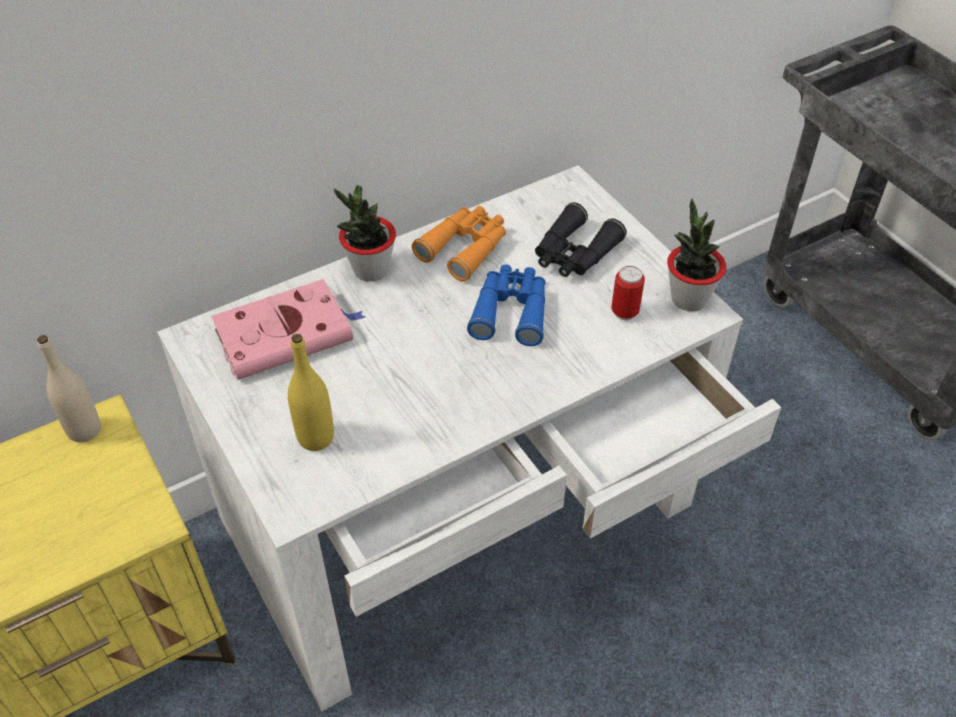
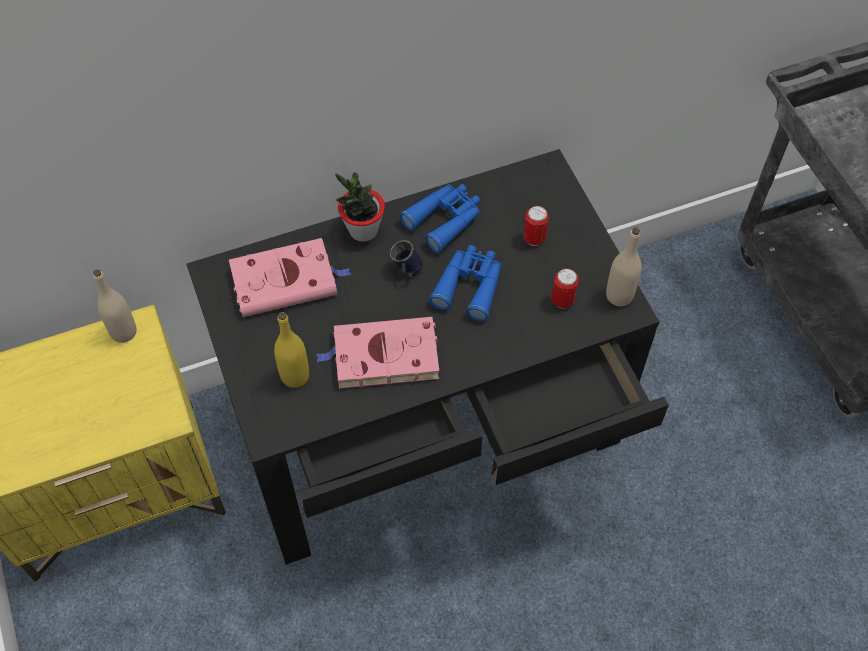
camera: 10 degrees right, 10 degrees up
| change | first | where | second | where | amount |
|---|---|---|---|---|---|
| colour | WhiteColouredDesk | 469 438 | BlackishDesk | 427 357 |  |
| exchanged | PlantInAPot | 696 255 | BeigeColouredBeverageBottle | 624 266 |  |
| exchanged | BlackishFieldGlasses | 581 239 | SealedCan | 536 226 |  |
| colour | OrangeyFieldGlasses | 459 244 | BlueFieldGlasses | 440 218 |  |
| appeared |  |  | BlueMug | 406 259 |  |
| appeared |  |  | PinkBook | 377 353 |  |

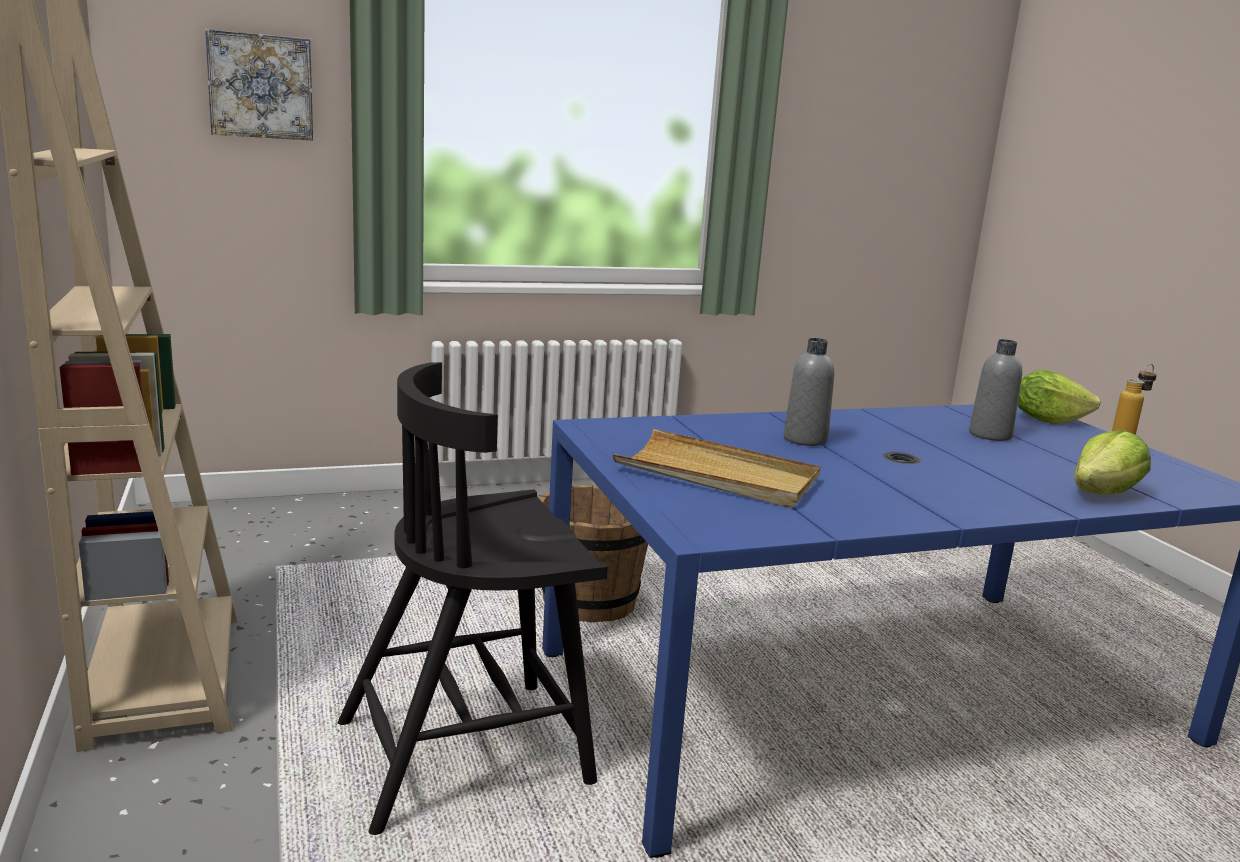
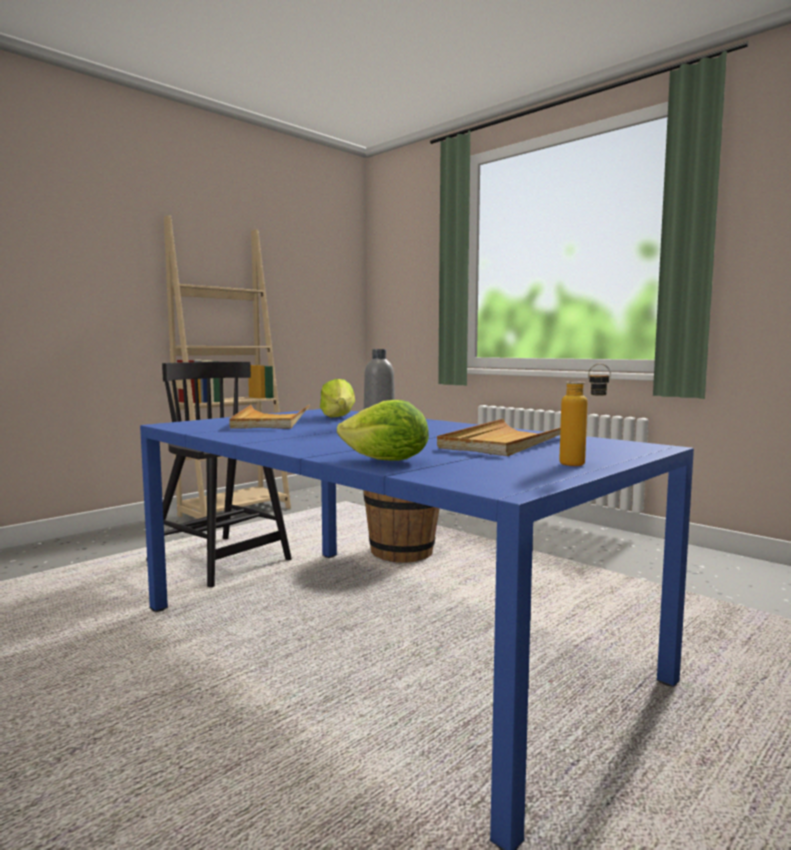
camera: 65 degrees right, 10 degrees down
| change | first | where | second | where | amount |
|---|---|---|---|---|---|
| missing | Picture | 259 84 |  |  |  |
| exchanged | GreyBeverageBottle | 995 390 | BeigeColouredTray | 499 437 |  |
| relocated | LettuceHead | 1059 397 |  | 337 398 |  |

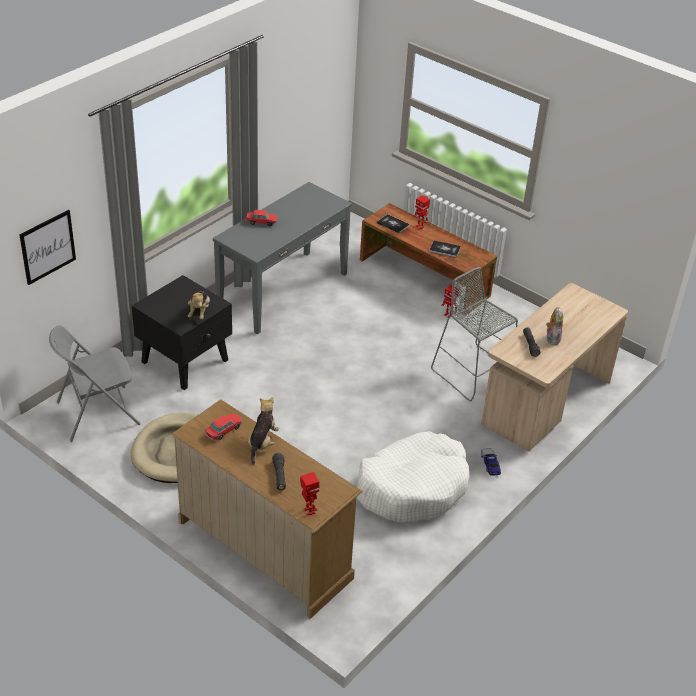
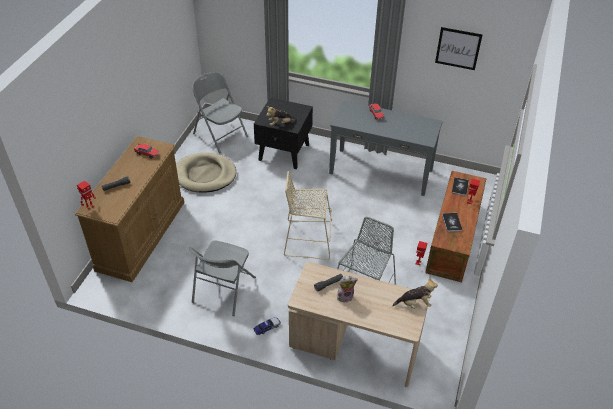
camera: 70 degrees right, 5 degrees up
| change | first | where | second | where | amount |
|---|---|---|---|---|---|
| relocated | Picture | 47 247 |  | 459 48 |  |
| relocated | CuddlyToy | 263 431 |  | 415 293 |  |
| exchanged | WhiteColouredDogBed | 413 477 | GreyUprightChair | 222 278 |  |
| appeared |  |  | BeigeColouredStool | 308 215 |  |

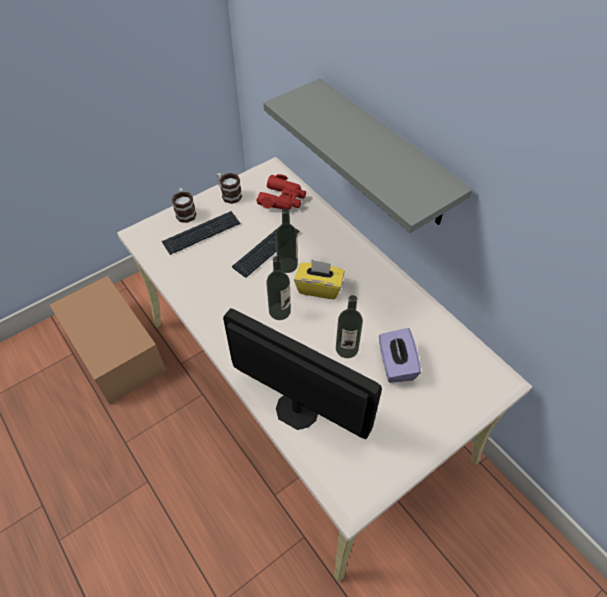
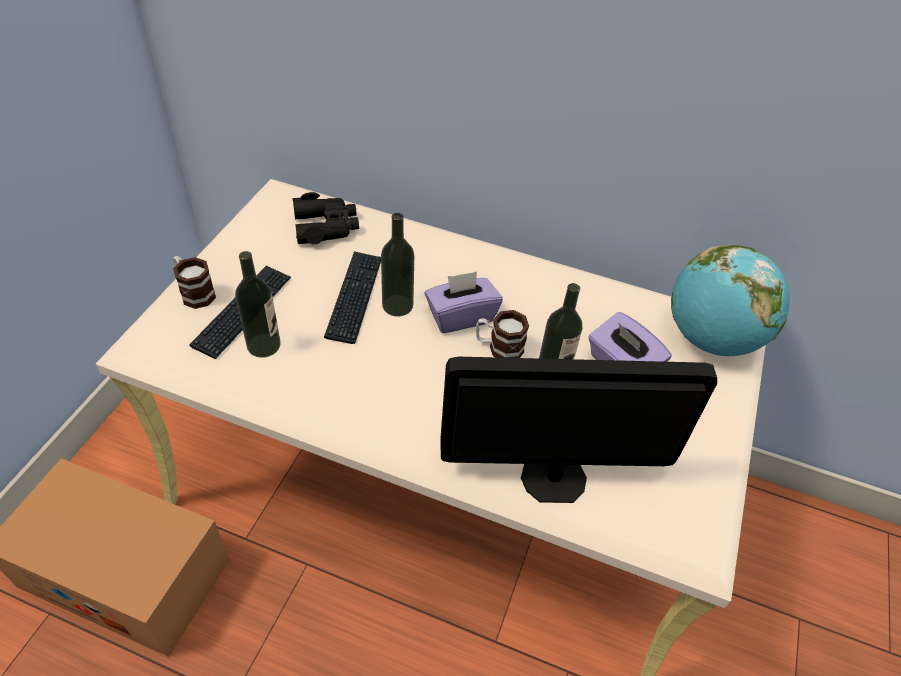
camera: 35 degrees left, 5 degrees down
| change | first | where | second | where | amount |
|---|---|---|---|---|---|
| missing | GreyWallShelf | 368 155 |  |  |  |
| relocated | Mug | 229 188 |  | 502 334 |  |
| colour | ReddishFieldGlasses | 281 192 | BlackishFieldGlasses | 325 218 |  |
| relocated | BeverageBottle | 278 288 |  | 257 304 |  |
| colour | YellowTissueBox | 319 279 | PurpleTissueBox | 463 302 |  |
| appeared |  |  | DeskGlobe | 730 300 |  |

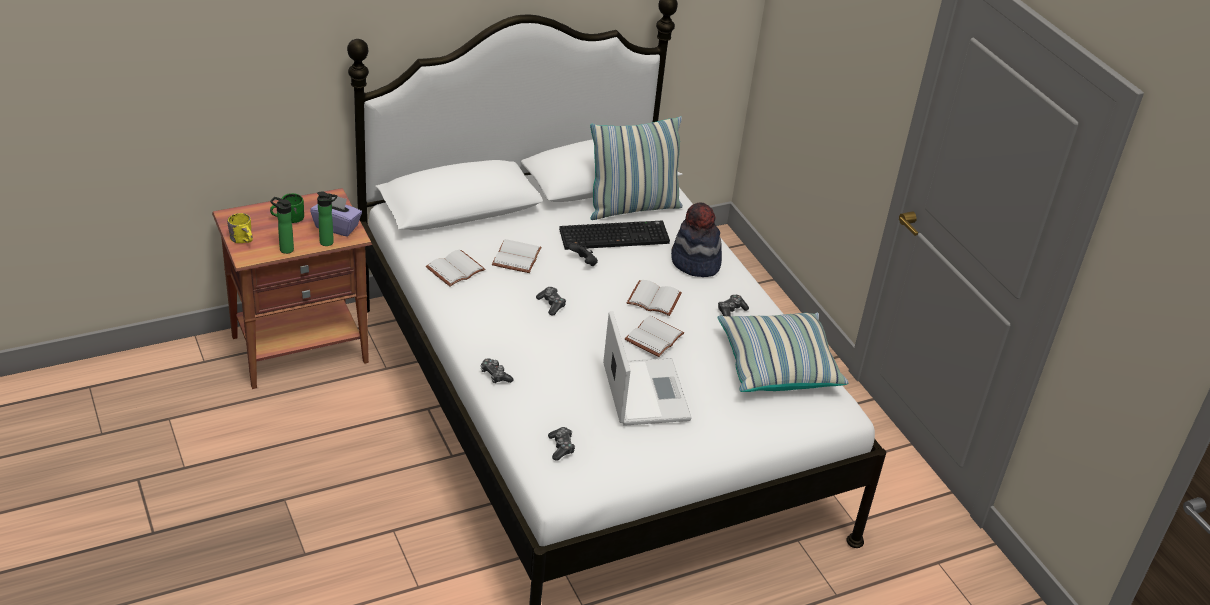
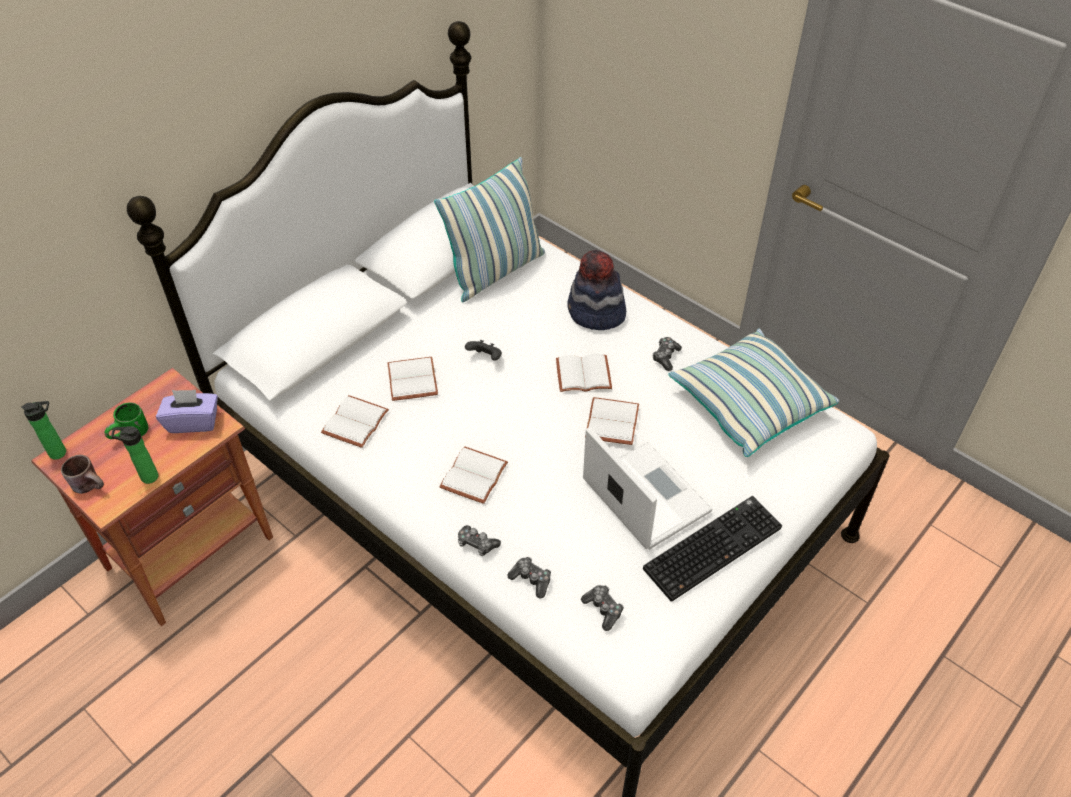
camera: 20 degrees left, 10 degrees up
| change | first | where | second | where | amount |
|---|---|---|---|---|---|
| relocated | BeverageBottle | 327 218 |  | 43 430 |  |
| colour | YellowMug | 240 228 | BrownMug | 82 474 |  |
| relocated | PcKeyboard | 614 235 |  | 712 549 |  |
| relocated | GameController | 551 301 |  | 529 578 |  |
| appeared |  |  | WhiteColouredBook | 473 475 |  |

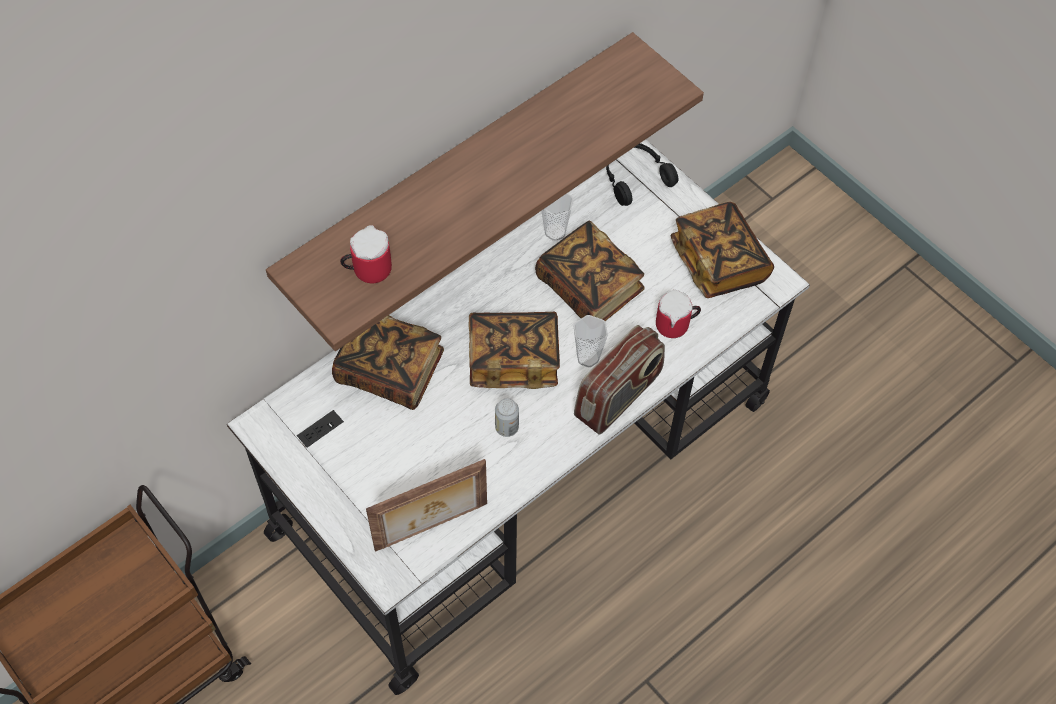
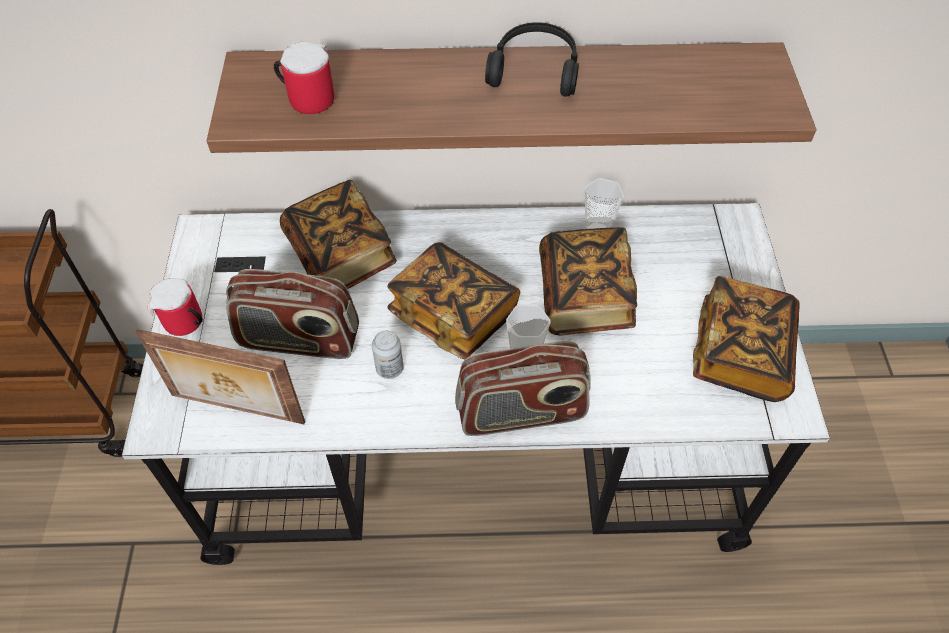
camera: 40 degrees right, 5 degrees down
| change | first | where | second | where | amount |
|---|---|---|---|---|---|
| relocated | BlackishHeadset | 642 174 |  | 532 59 |  |
| relocated | Mug | 678 314 |  | 175 307 |  |
| appeared |  |  | RadioSet | 292 314 |  |

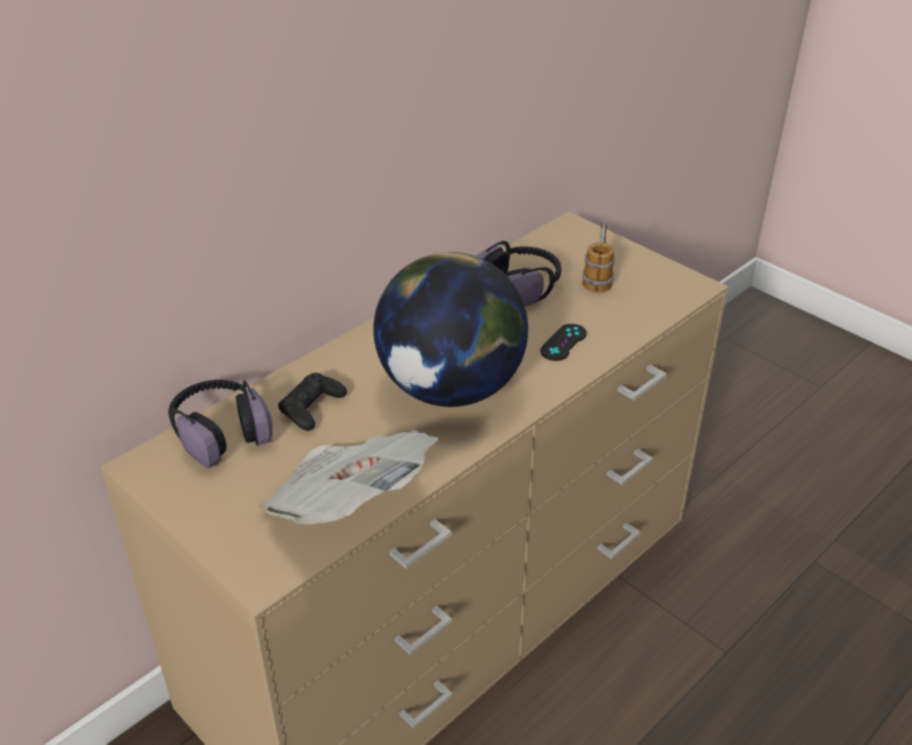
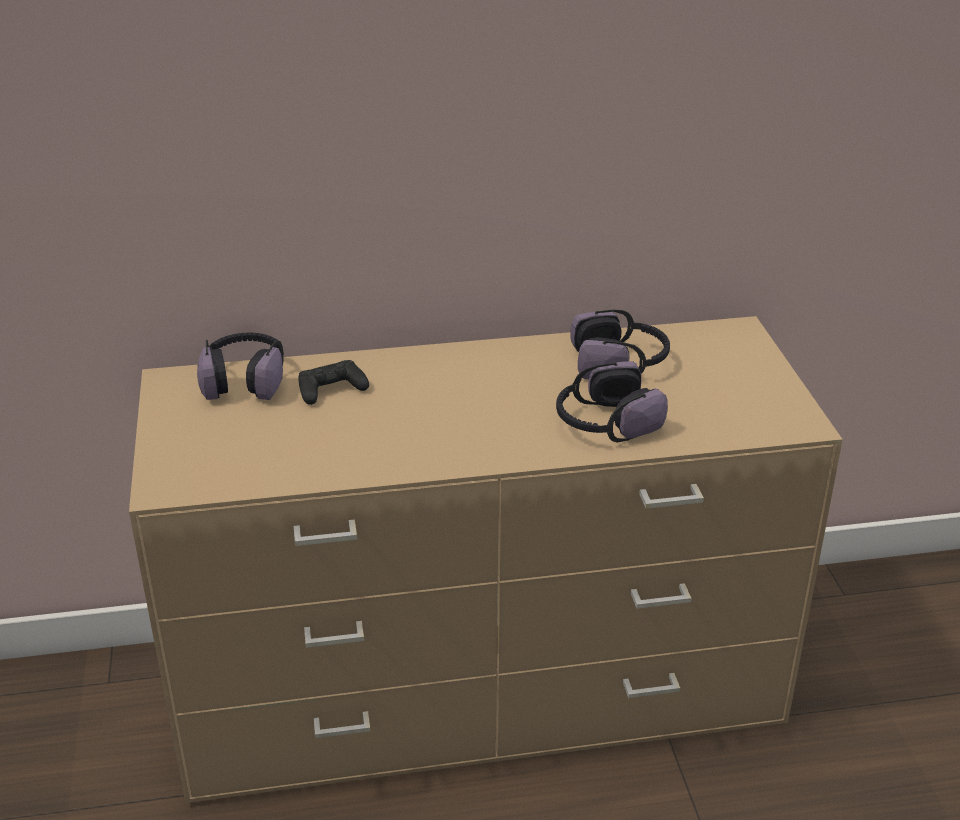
camera: 35 degrees right, 5 degrees down
| change | first | where | second | where | amount |
|---|---|---|---|---|---|
| missing | Mug | 598 257 |  |  |  |
| missing | DeskGlobe | 450 329 |  |  |  |
| exchanged | BlackishGameController | 563 342 | Headset | 612 402 |  |
| missing | PrintedPaper | 347 477 |  |  |  |

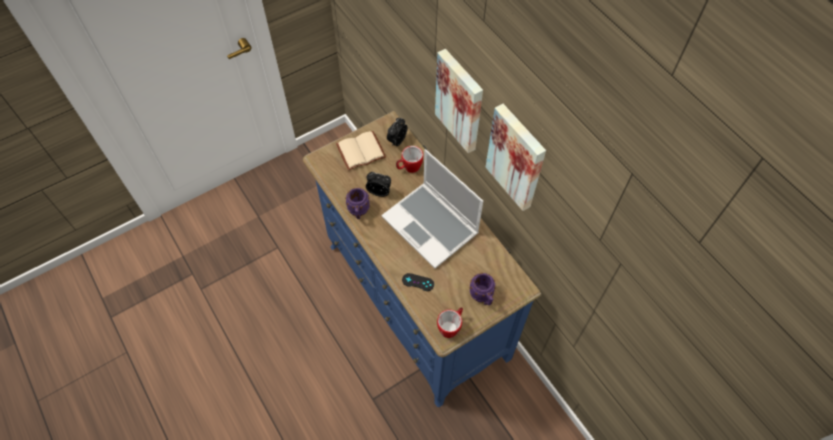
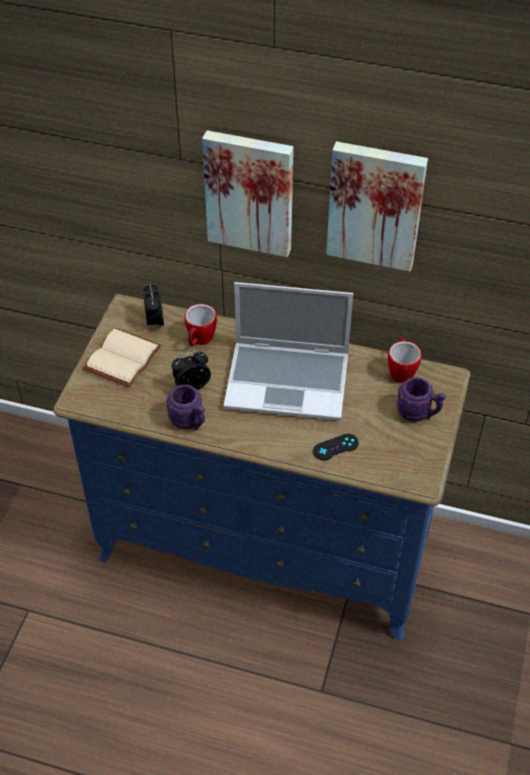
camera: 40 degrees left, 10 degrees down
| change | first | where | second | where | amount |
|---|---|---|---|---|---|
| relocated | Mug | 450 323 |  | 405 359 |  |

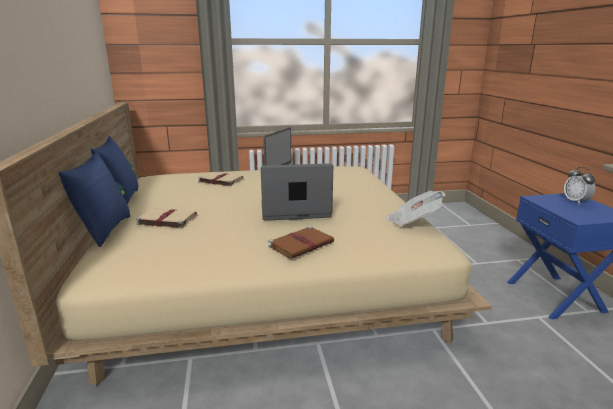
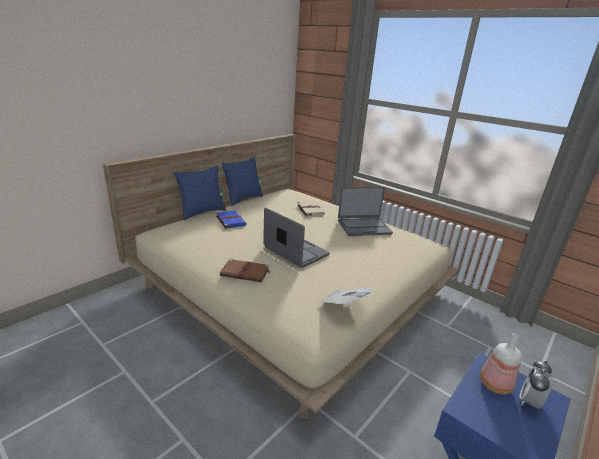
camera: 50 degrees right, 5 degrees up
| change | first | where | second | where | amount |
|---|---|---|---|---|---|
| colour | BeigeColouredBook | 166 218 | BlueBook | 231 219 |  |
| appeared |  |  | BeverageBottle | 501 364 |  |

